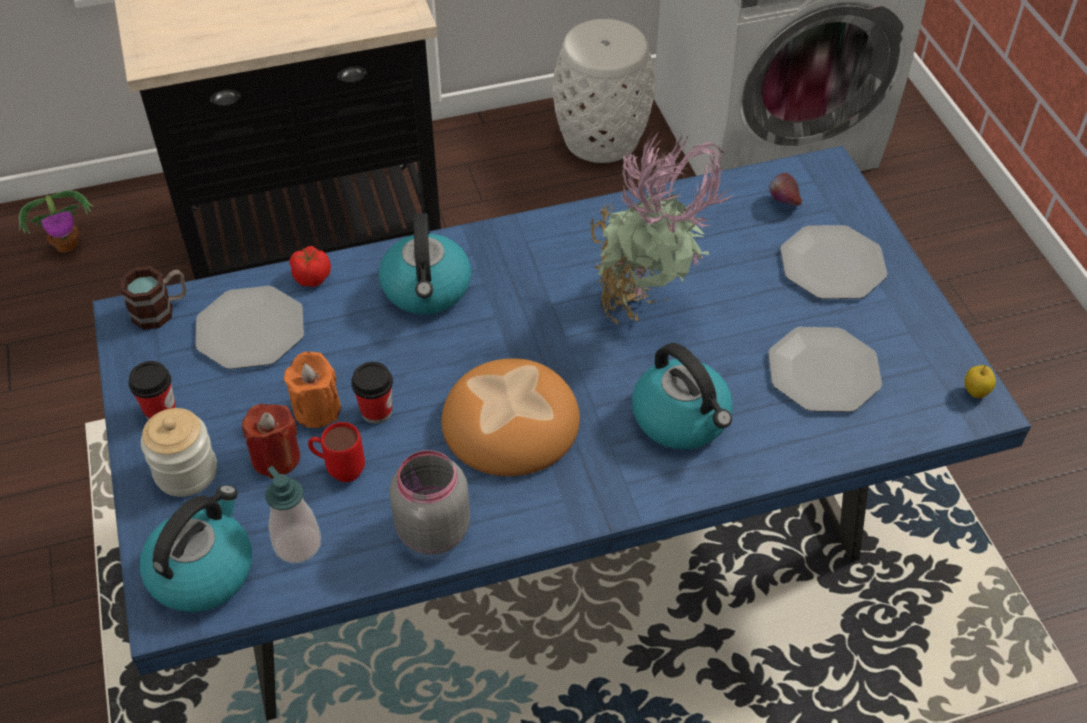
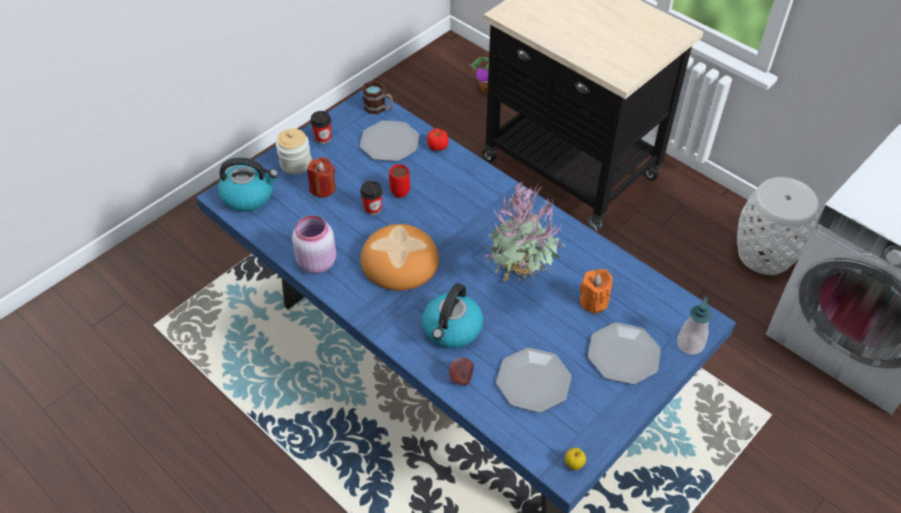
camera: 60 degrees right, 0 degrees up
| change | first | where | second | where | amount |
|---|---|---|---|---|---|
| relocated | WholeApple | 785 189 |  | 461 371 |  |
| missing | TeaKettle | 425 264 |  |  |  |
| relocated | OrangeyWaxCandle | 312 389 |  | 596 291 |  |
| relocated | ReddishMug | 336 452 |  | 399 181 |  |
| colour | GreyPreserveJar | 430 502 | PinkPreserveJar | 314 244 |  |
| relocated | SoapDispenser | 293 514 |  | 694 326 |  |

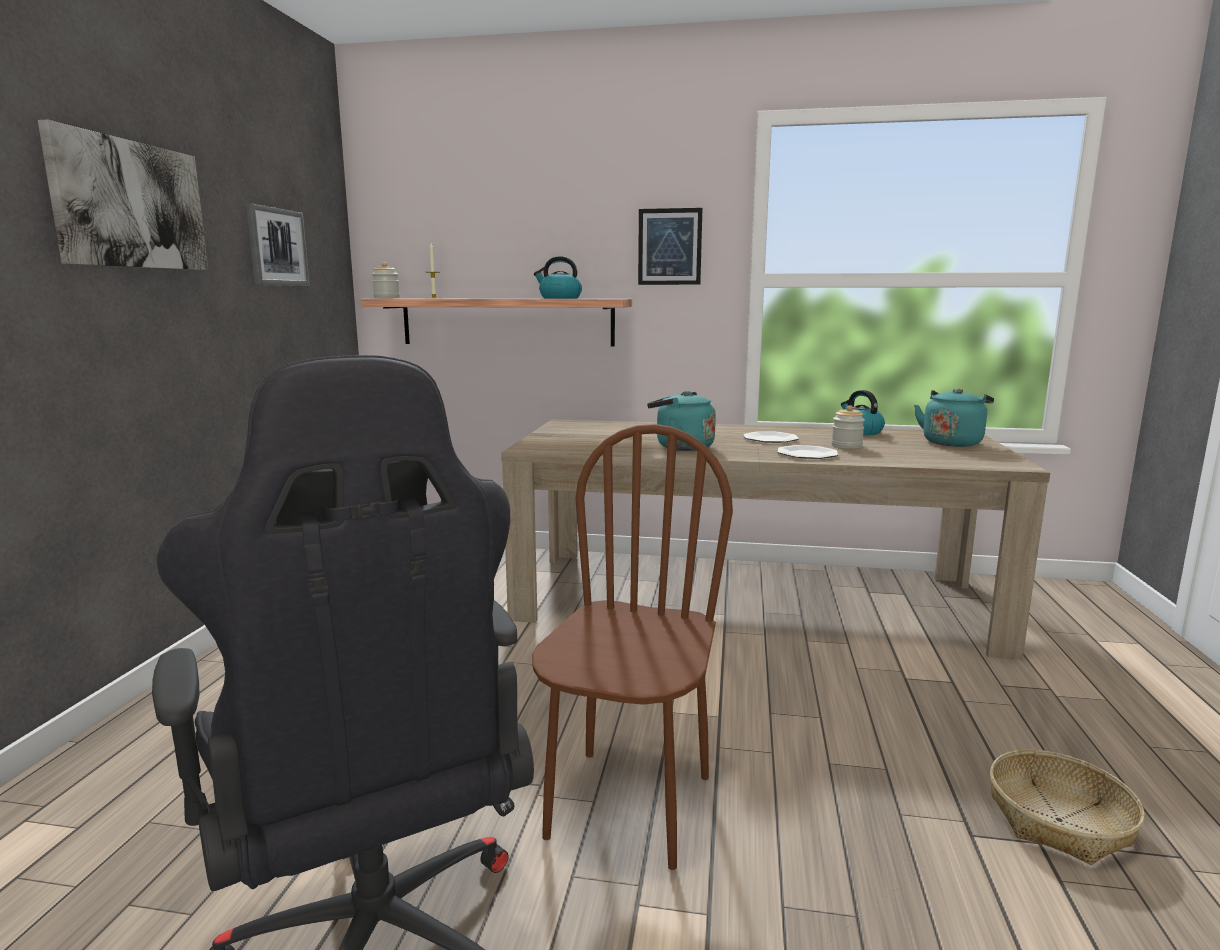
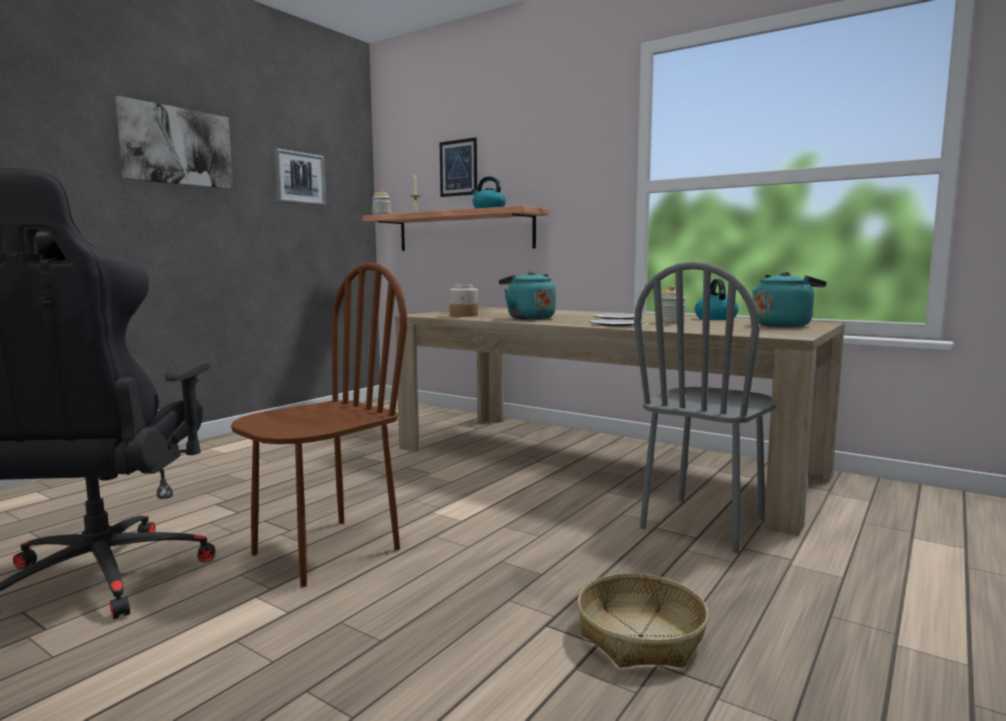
camera: 25 degrees right, 5 degrees down
| change | first | where | second | where | amount |
|---|---|---|---|---|---|
| relocated | Picture | 670 246 |  | 458 167 |  |
| appeared |  |  | GreyUprightChair | 705 407 |  |
| appeared |  |  | PreserveJar | 464 300 |  |

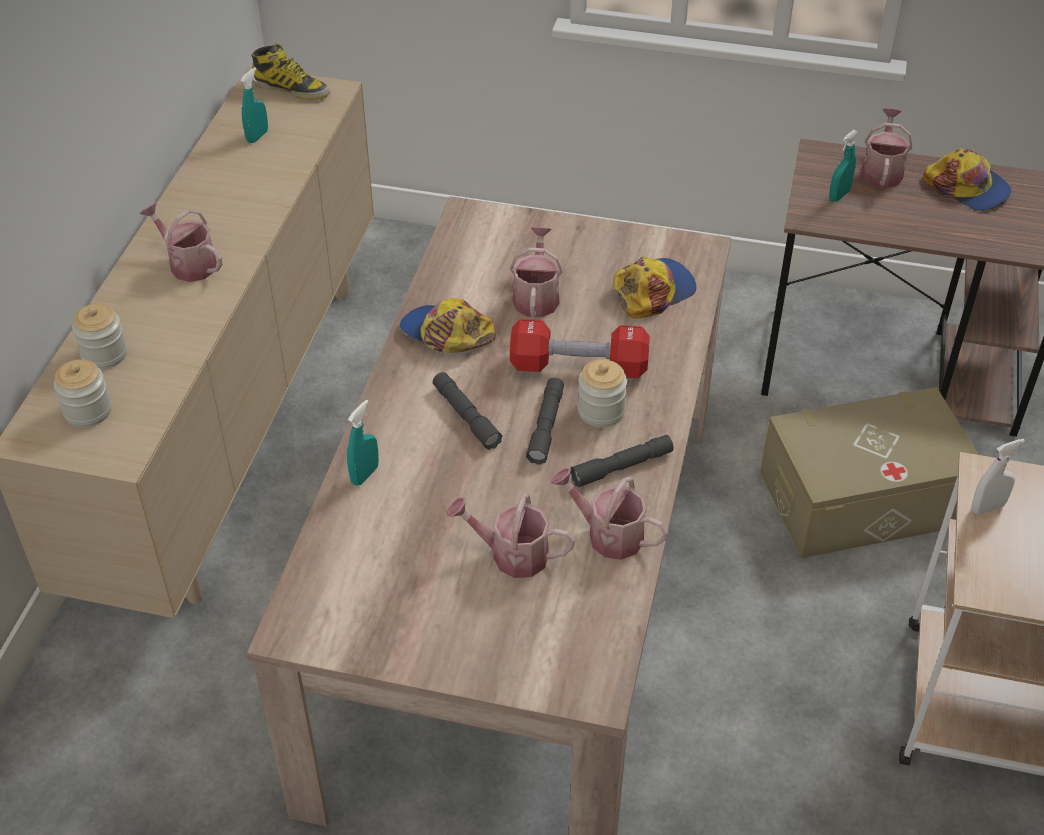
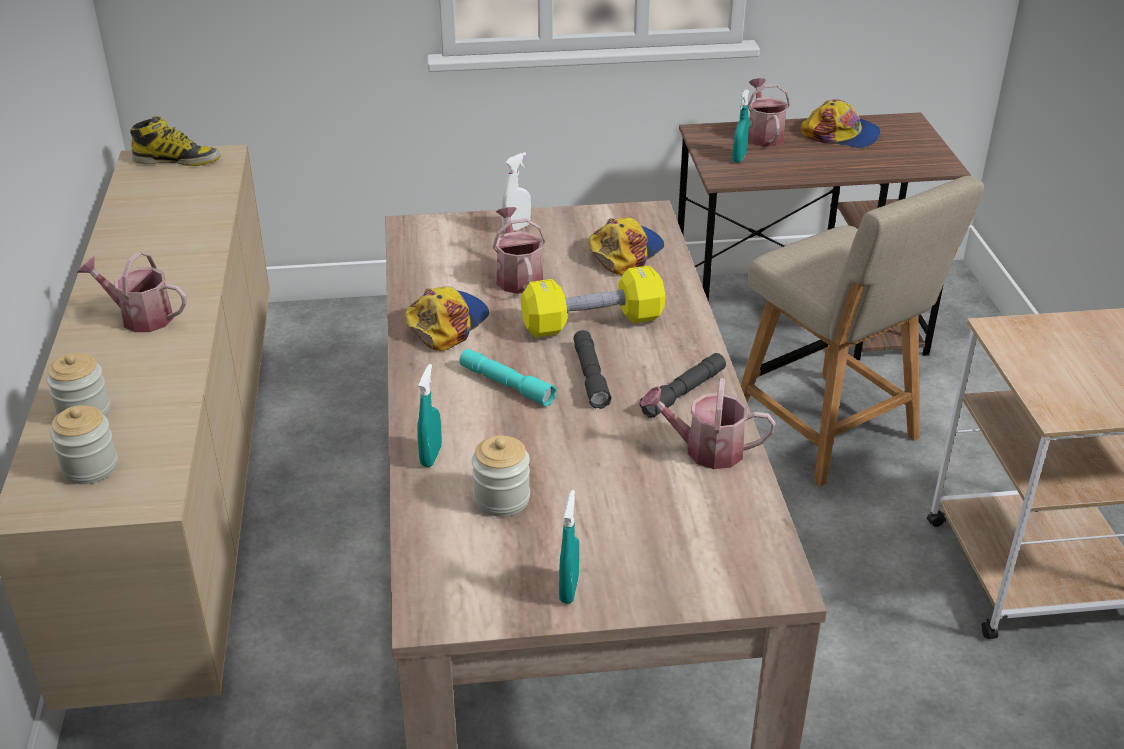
camera: 20 degrees left, 10 degrees down
| change | first | where | second | where | amount |
|---|---|---|---|---|---|
| relocated | TurquoiseColouredHandSprayer | 254 105 |  | 569 547 |  |
| spun | Cap | 447 325 |  | 447 318 | 105 degrees clockwise |
| colour | ReddishHandWeight | 580 348 | YellowHandWeight | 593 301 |  |
| relocated | PreserveJar | 602 393 |  | 501 476 |  |
| colour | GreyFlashlight | 467 411 | TurquoiseColouredFlashlight | 508 378 |  |
| exchanged | BeigeColouredStorageBin | 869 472 | BeigeColouredUprightChair | 862 331 |  |
| relocated | WhiteColouredHandSprayer | 998 477 |  | 516 192 |  |
| missing | WateringPot | 511 535 |  |  |  |

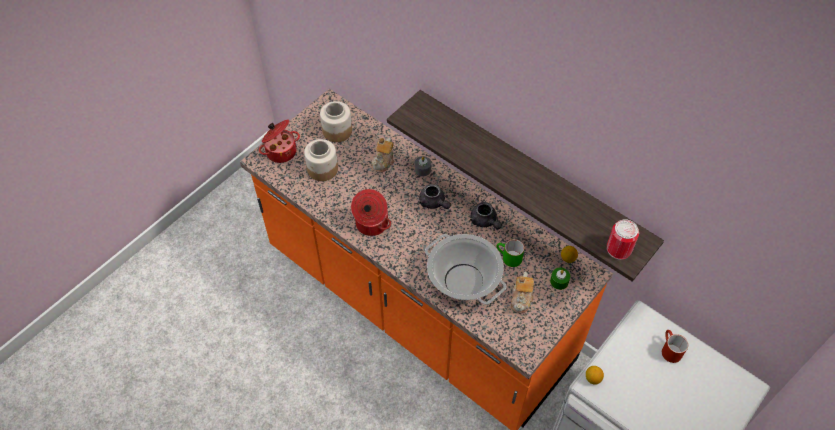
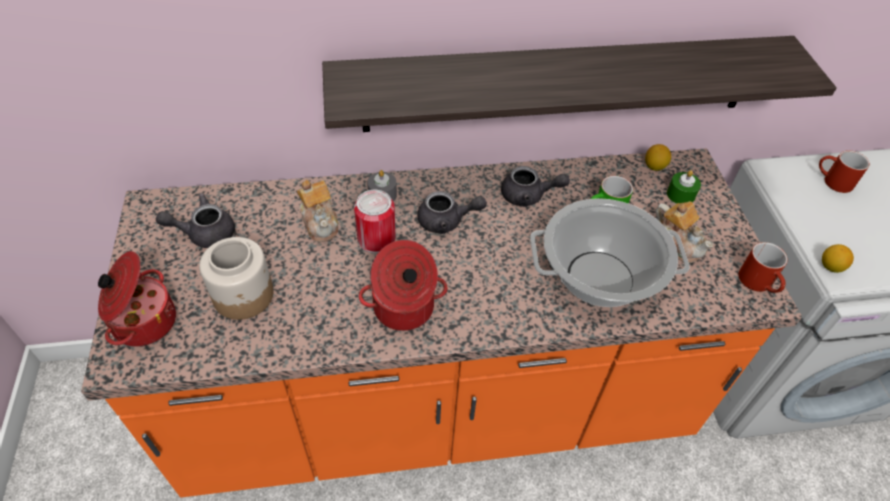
camera: 50 degrees left, 5 degrees down
| change | first | where | second | where | amount |
|---|---|---|---|---|---|
| exchanged | PreserveJar | 336 121 | GreyTeapot | 195 220 |  |
| relocated | SealedCan | 623 239 |  | 375 221 |  |
| appeared |  |  | ReddishMug | 763 267 |  |

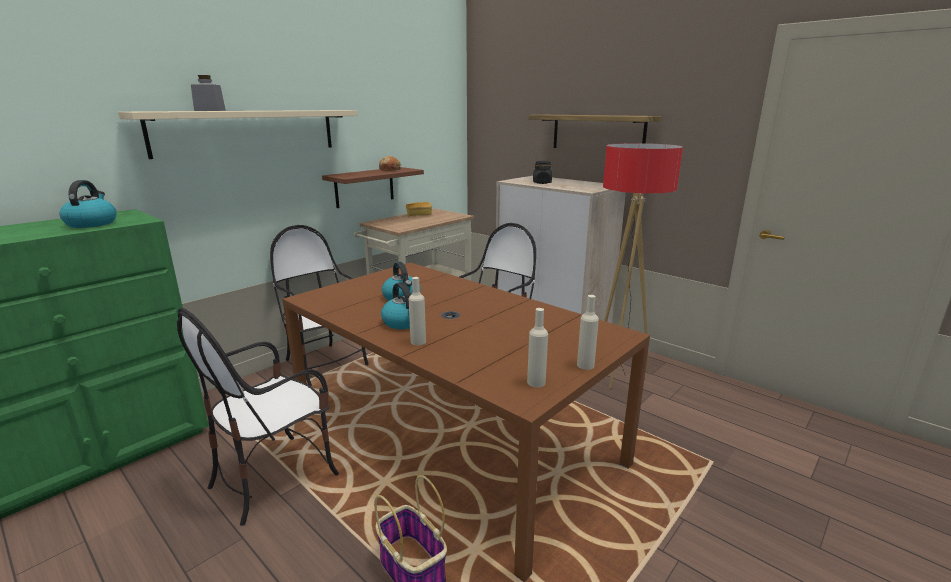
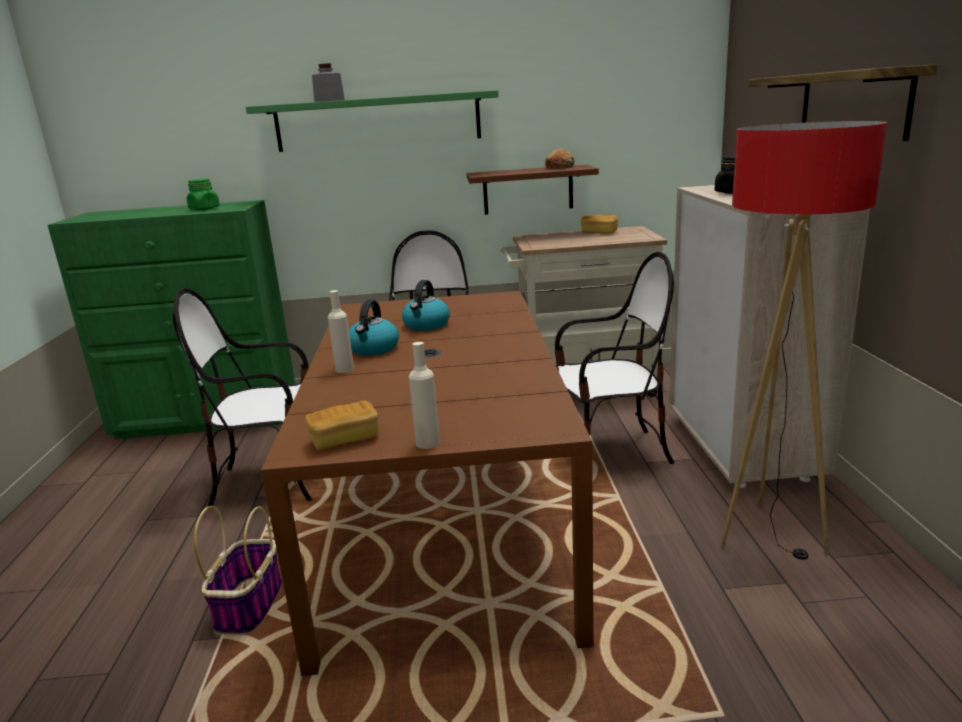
camera: 45 degrees right, 0 degrees up
| change | first | where | second | where | amount |
|---|---|---|---|---|---|
| colour | BeigeColouredWallShelf | 238 134 | GreenWallShelf | 372 121 |  |
| exchanged | TeaKettle | 88 204 | GreenPreserveJar | 203 194 |  |
| exchanged | BeigeColouredBeverageBottle | 537 348 | BakeryBread | 341 425 |  |

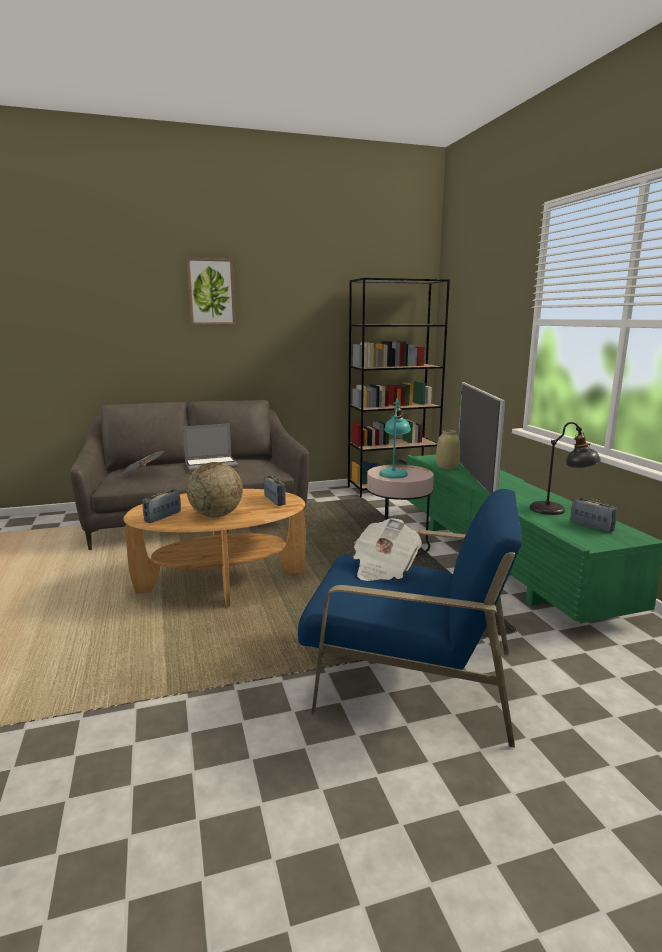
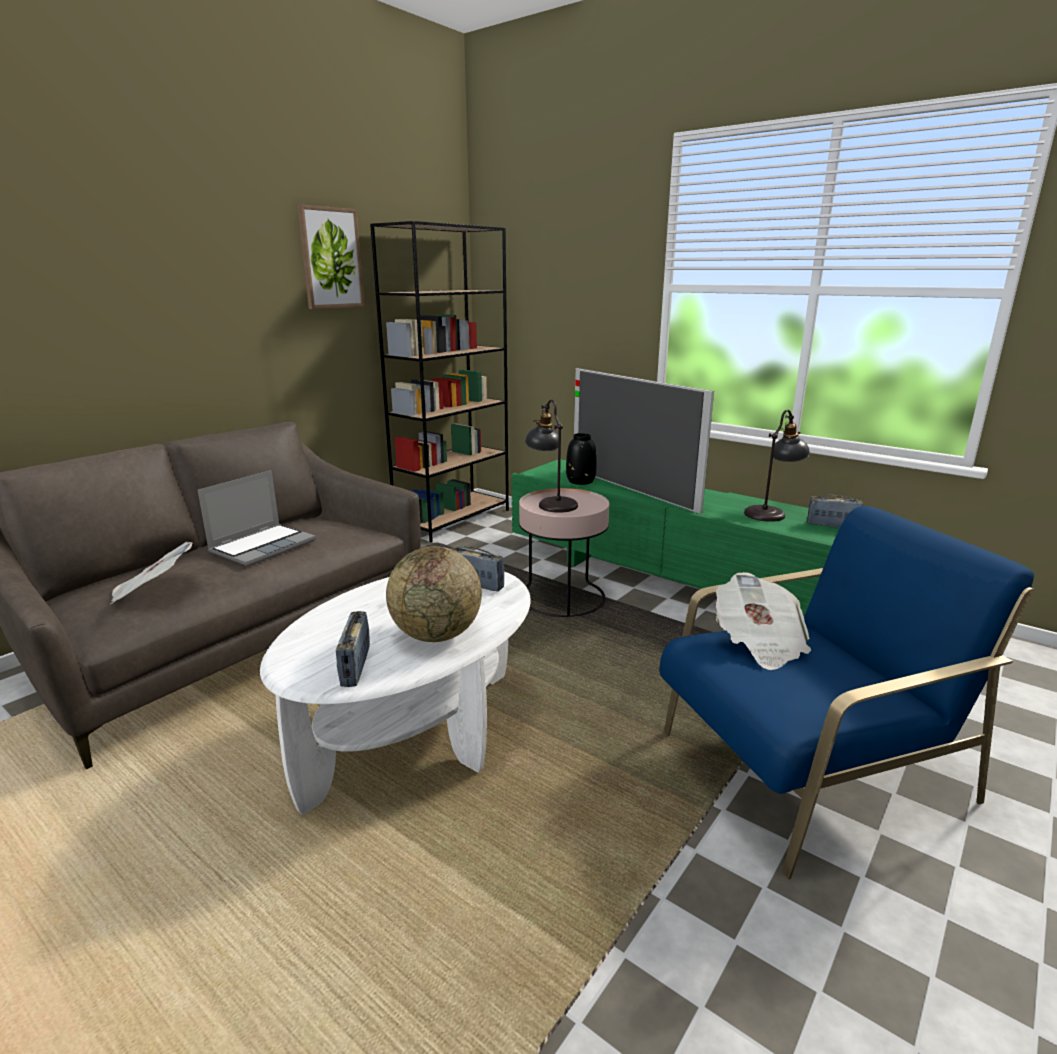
camera: 35 degrees left, 5 degrees up
| change | first | where | second | where | amount |
|---|---|---|---|---|---|
| relocated | Picture | 211 291 |  | 331 257 |  |
| colour | TurquoiseColouredLampForATable | 395 438 | GreyLampForATable | 551 456 |  |
| colour | BeigeColouredFlowerVase | 448 449 | BlackishFlowerVase | 581 459 |  |
| colour | BrownLowTable | 214 548 | WhiteColouredLowTable | 395 693 |  |

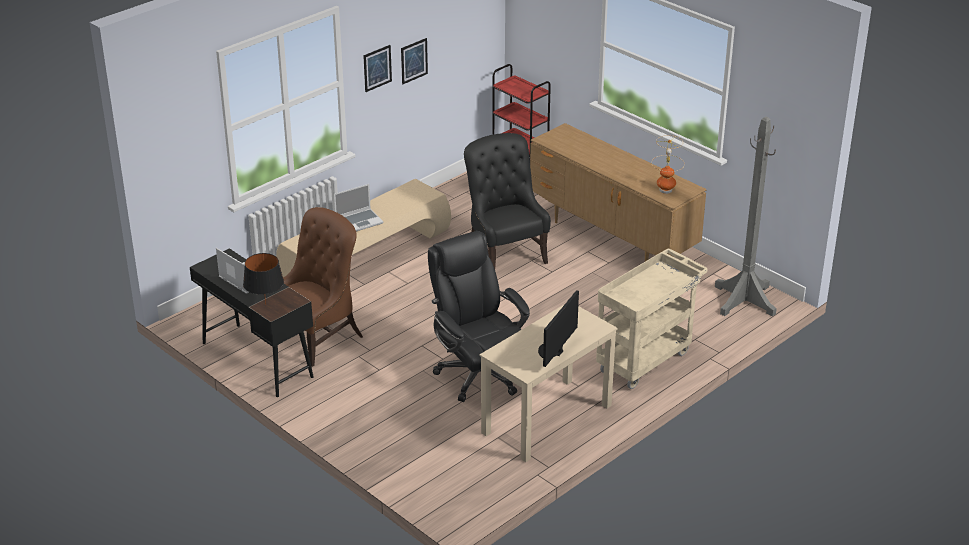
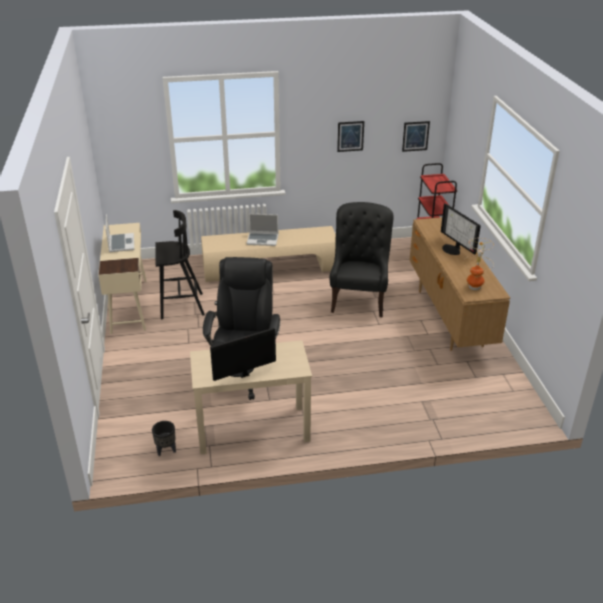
camera: 35 degrees right, 0 degrees up
| change | first | where | second | where | amount |
|---|---|---|---|---|---|
| relocated | Picture | 377 68 |  | 416 136 |  |
| missing | GreyGarmentStand | 746 217 |  |  |  |
| exchanged | BrownUprightChair | 323 287 | BlackishStool | 180 264 |  |
| colour | BlackishDesk | 252 322 | BeigeColouredDesk | 122 278 |  |
| missing | BeigeColouredTrolley | 652 319 |  |  |  |
| missing | BlackishLampForATable | 263 279 |  |  |  |
| appeared |  |  | ComputerScreen | 461 229 |  |
| appeared |  |  | BlackishPlanter | 164 438 |  |

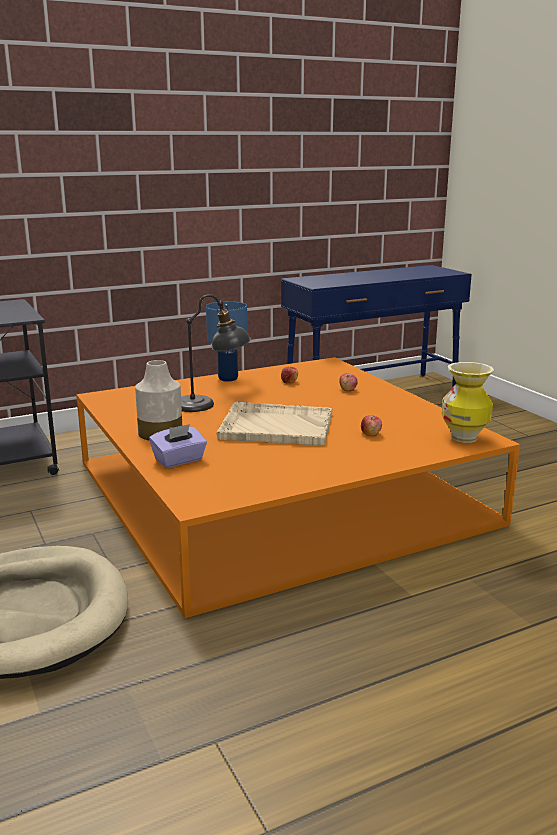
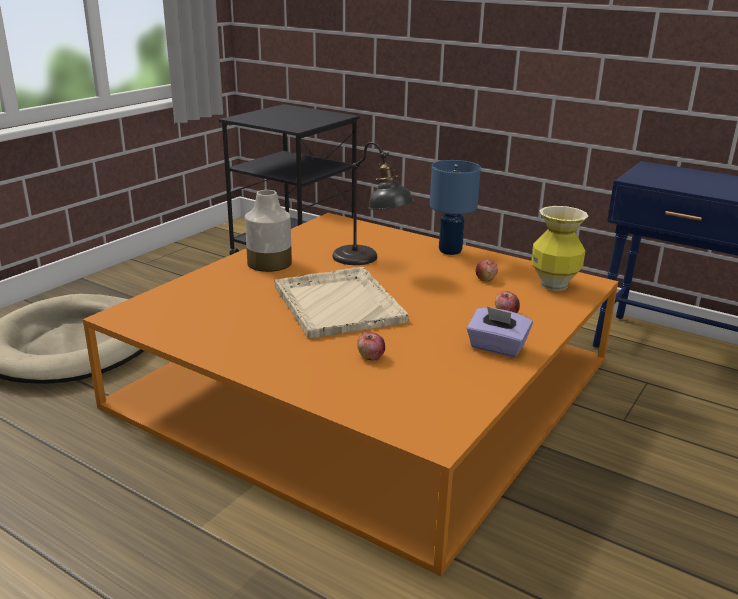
camera: 60 degrees right, 5 degrees up
| change | first | where | second | where | amount |
|---|---|---|---|---|---|
| relocated | FlowerVase | 468 402 |  | 559 248 |  |
| relocated | PurpleTissueBox | 178 446 |  | 500 332 |  |

